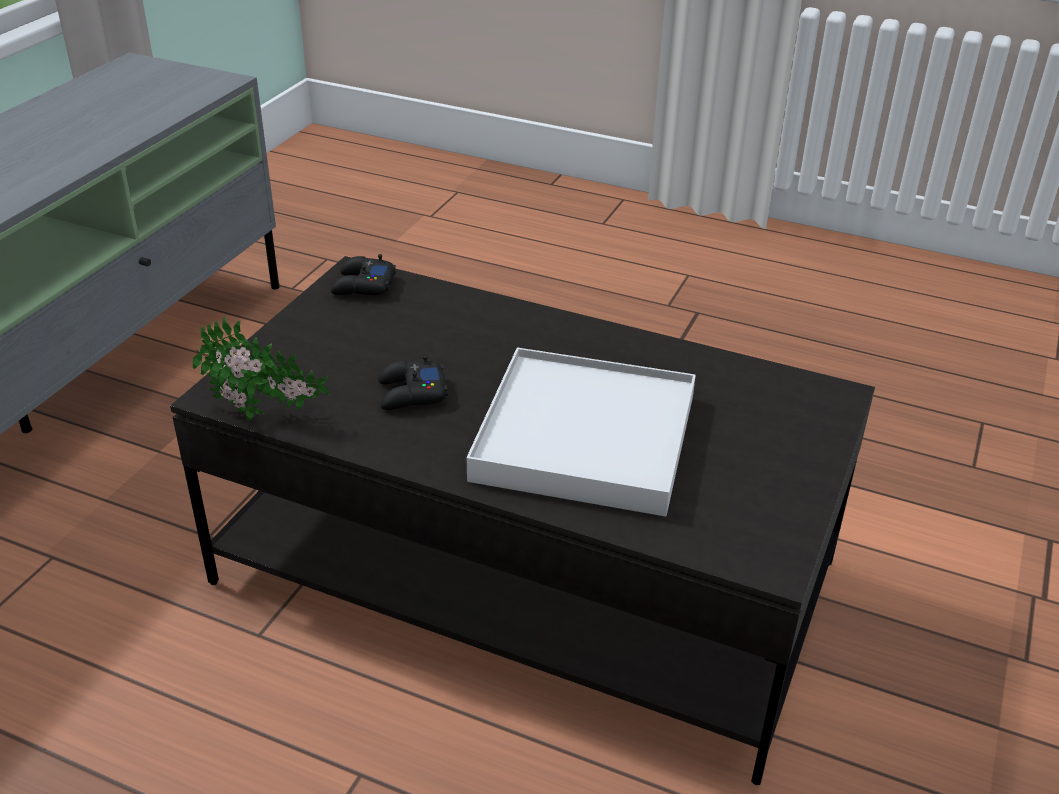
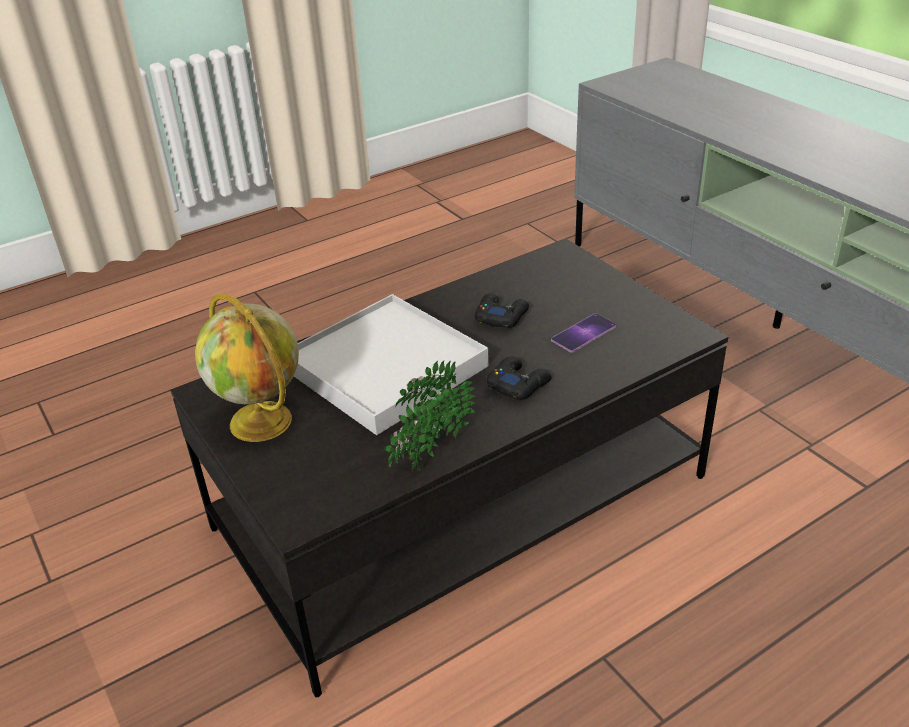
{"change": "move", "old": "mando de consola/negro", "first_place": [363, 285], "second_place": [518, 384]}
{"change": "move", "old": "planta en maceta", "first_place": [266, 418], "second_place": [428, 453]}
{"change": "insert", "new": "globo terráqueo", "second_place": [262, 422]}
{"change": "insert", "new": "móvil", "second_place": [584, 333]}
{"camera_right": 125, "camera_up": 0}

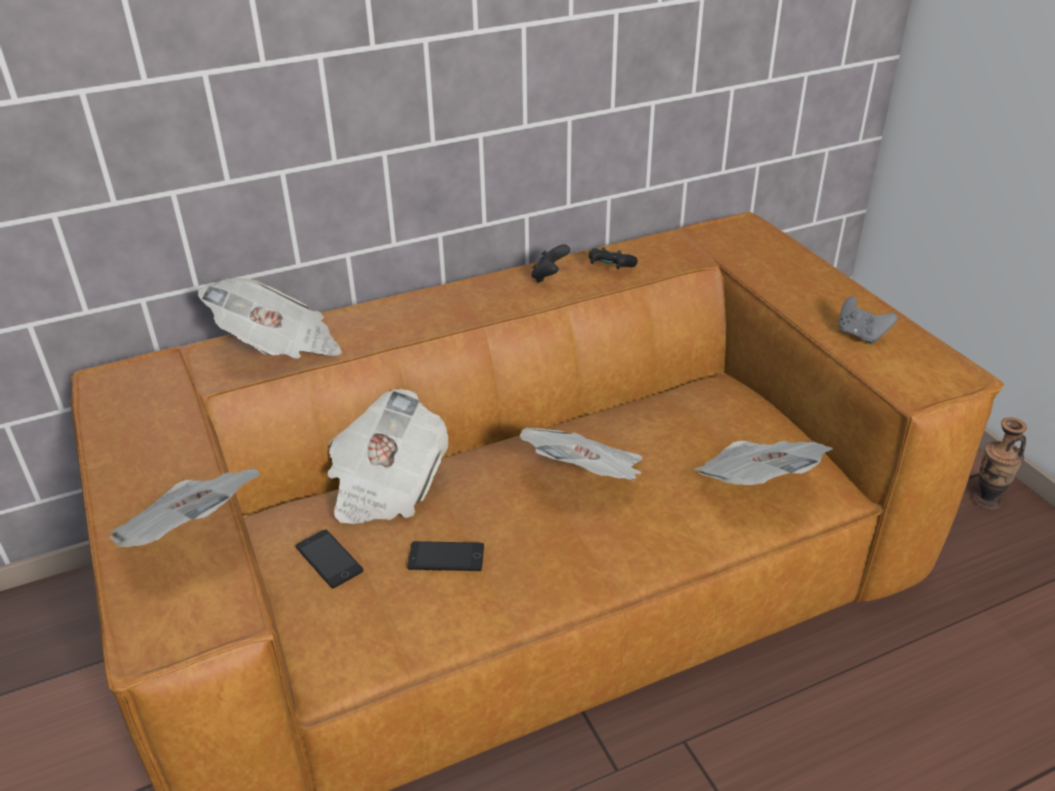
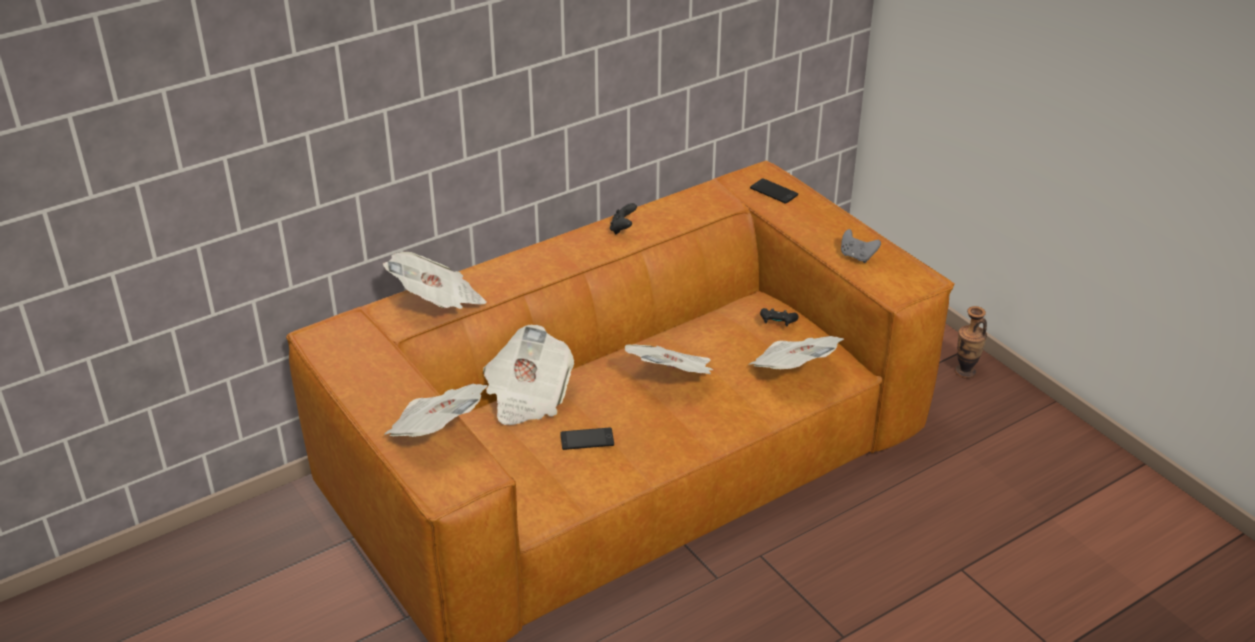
{"change": "move", "old": "mando de consola/negro", "first_place": [610, 268], "second_place": [777, 323]}
{"change": "move", "old": "móvil", "first_place": [329, 559], "second_place": [773, 191]}
{"camera_right": -10, "camera_up": 0}

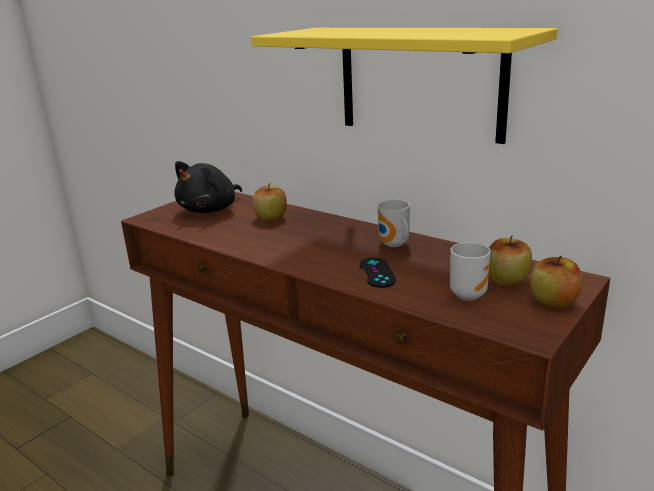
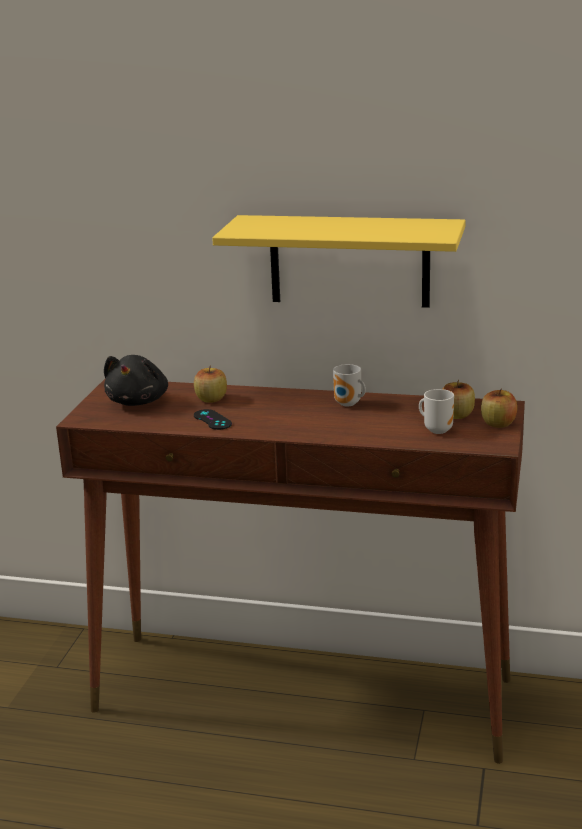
{"change": "move", "old": "mando de consola/negro", "first_place": [377, 273], "second_place": [212, 420]}
{"camera_right": -25, "camera_up": 0}

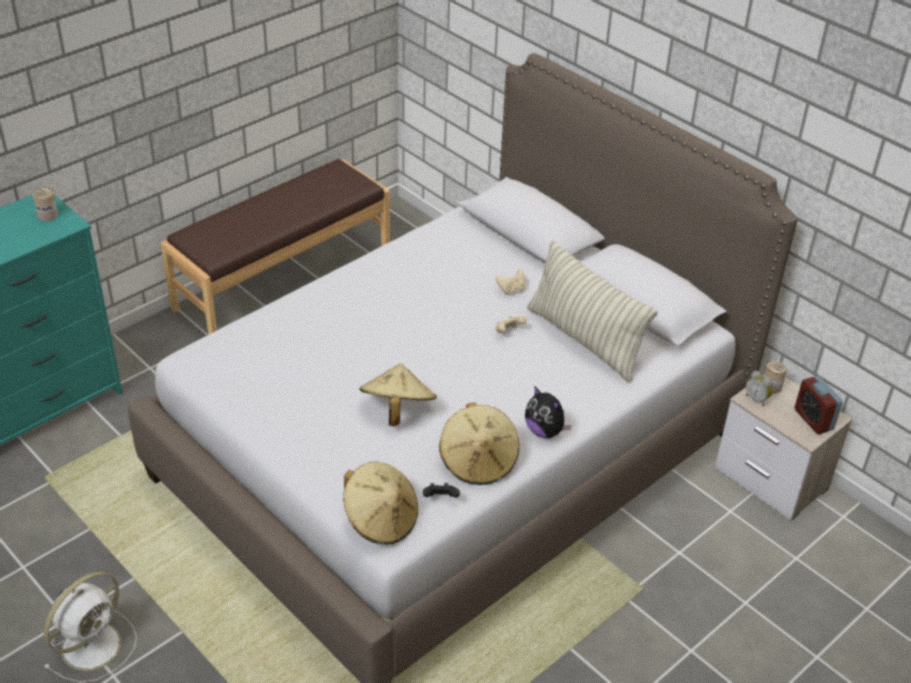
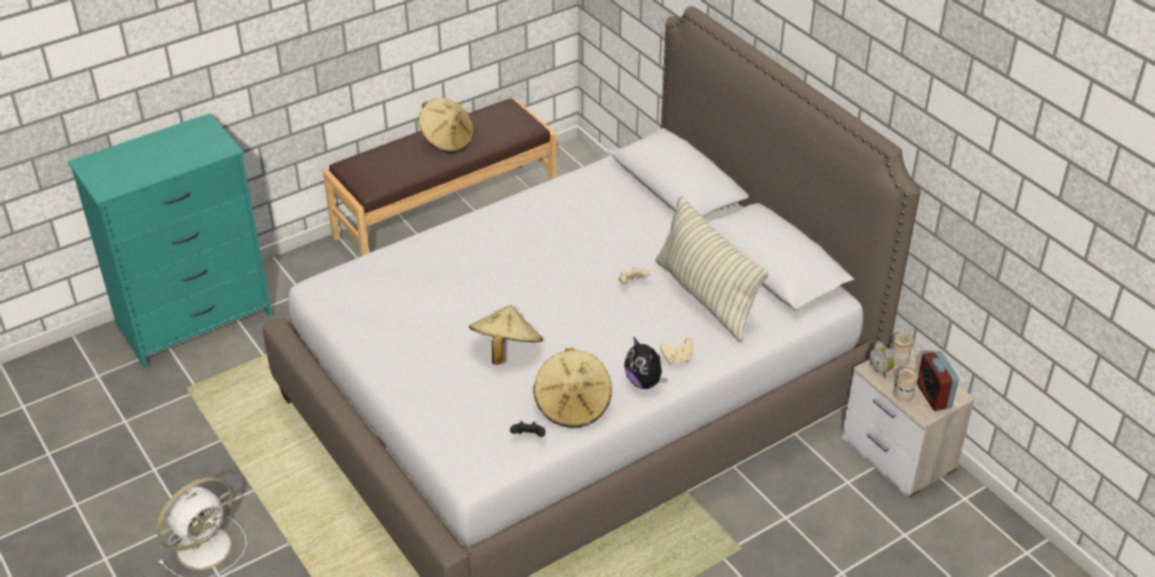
{"change": "move", "old": "lata", "first_place": [47, 215], "second_place": [903, 394]}
{"change": "move", "old": "mando de consola/beis", "first_place": [511, 289], "second_place": [677, 359]}
{"change": "move", "old": "sombrero/beis", "first_place": [381, 520], "second_place": [447, 140]}
{"camera_right": 10, "camera_up": 0}

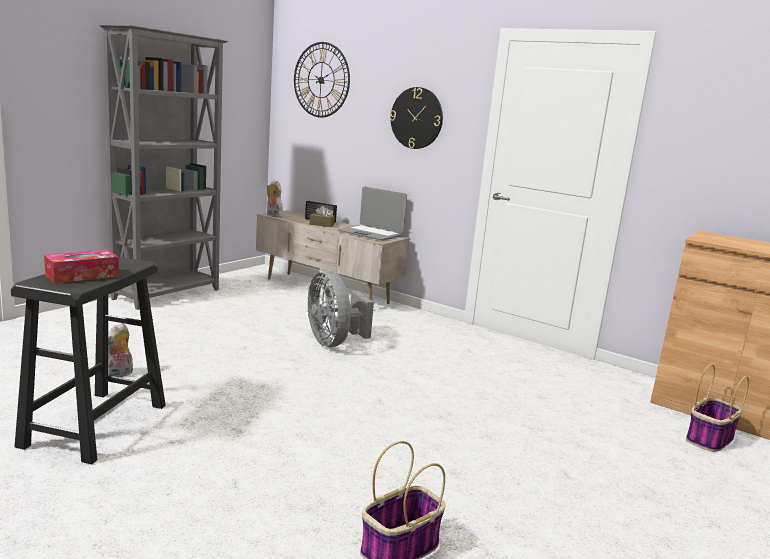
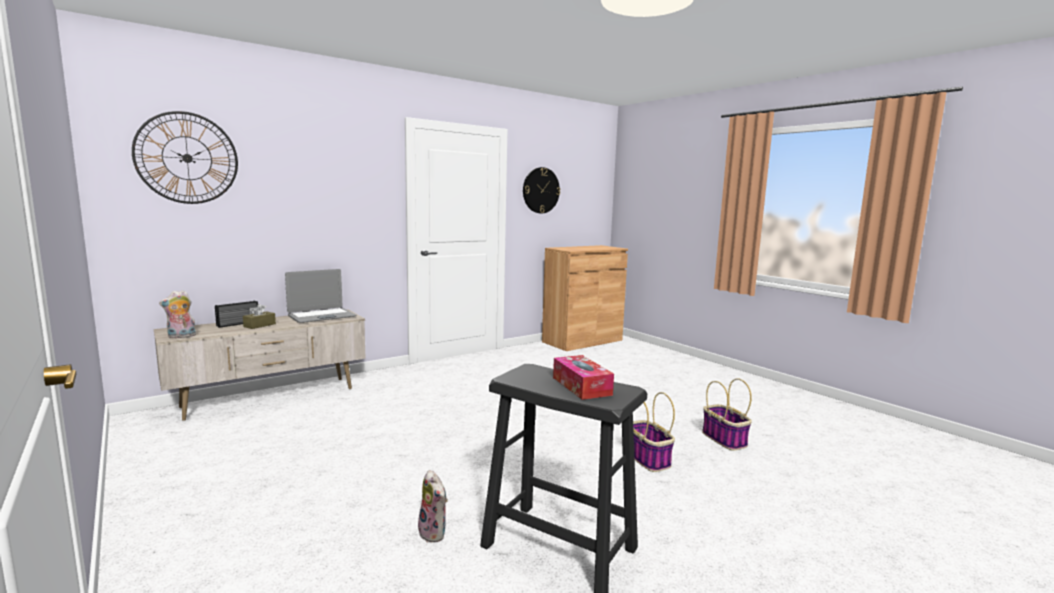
{"change": "delete", "old": "estantería/gris", "first_place": [168, 294]}
{"change": "move", "old": "reloj de pared", "first_place": [416, 118], "second_place": [541, 190]}
{"change": "delete", "old": "ventilador/gris", "first_place": [333, 342]}
{"change": "move", "old": "cesta", "first_place": [709, 439], "second_place": [648, 459]}
{"camera_right": -70, "camera_up": -5}

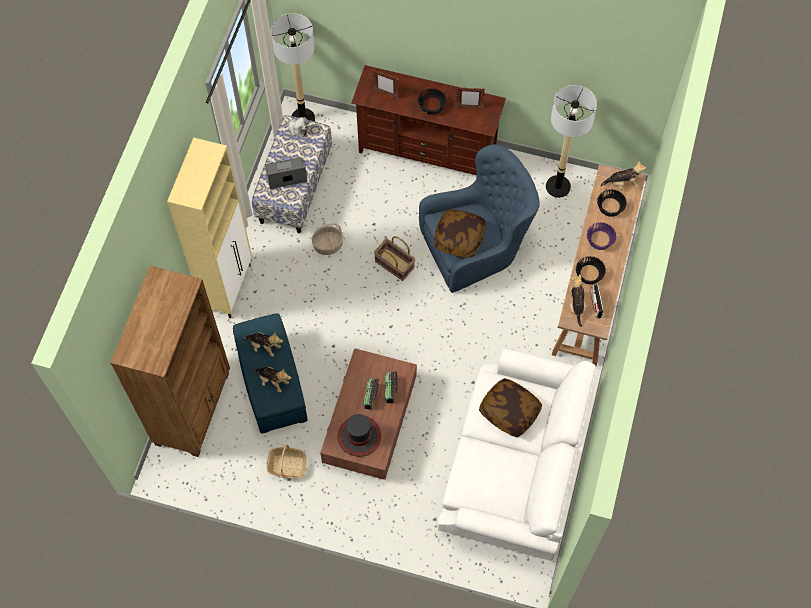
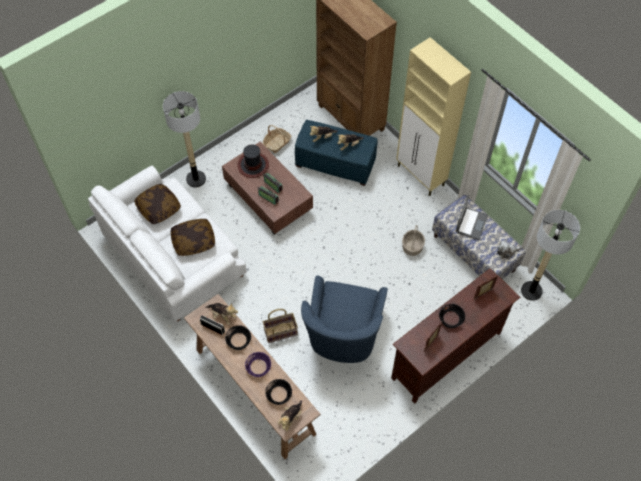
{"change": "move", "old": "lámpara de pie", "first_place": [558, 187], "second_place": [196, 179]}
{"change": "move", "old": "cojín", "first_place": [459, 238], "second_place": [158, 208]}
{"change": "move", "old": "cesta", "first_place": [394, 265], "second_place": [280, 331]}
{"camera_right": 125, "camera_up": -5}

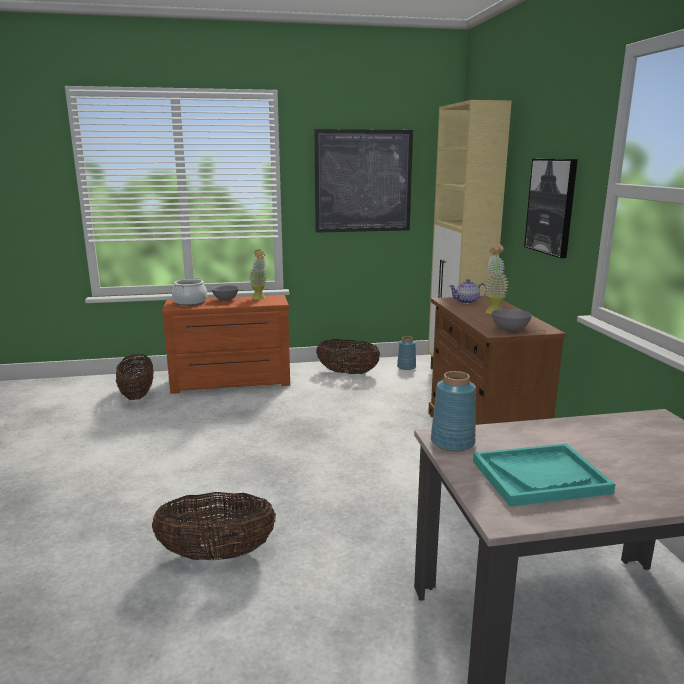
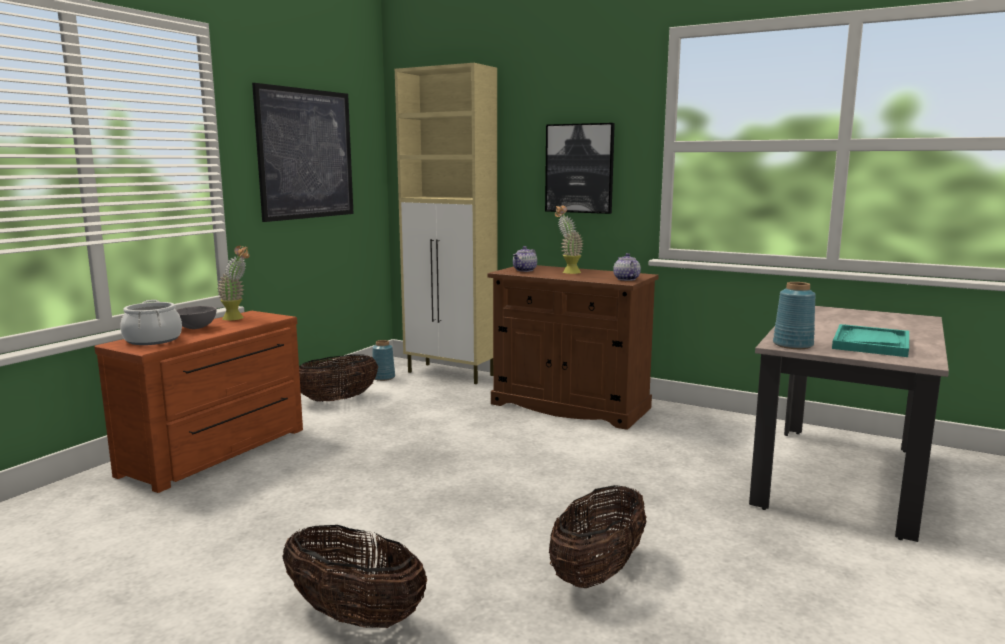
{"change": "replace", "old": "cuenco/gris", "new": "tetera", "first_place": [509, 330], "second_place": [626, 279]}
{"change": "move", "old": "cesta", "first_place": [137, 395], "second_place": [355, 616]}
{"camera_right": -50, "camera_up": -5}

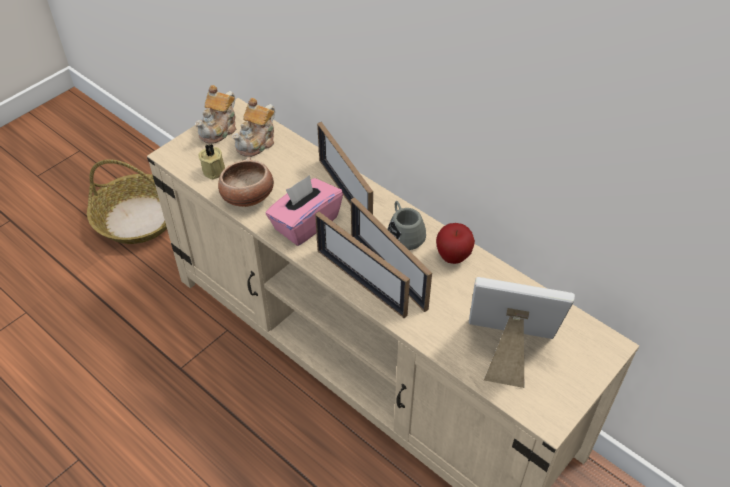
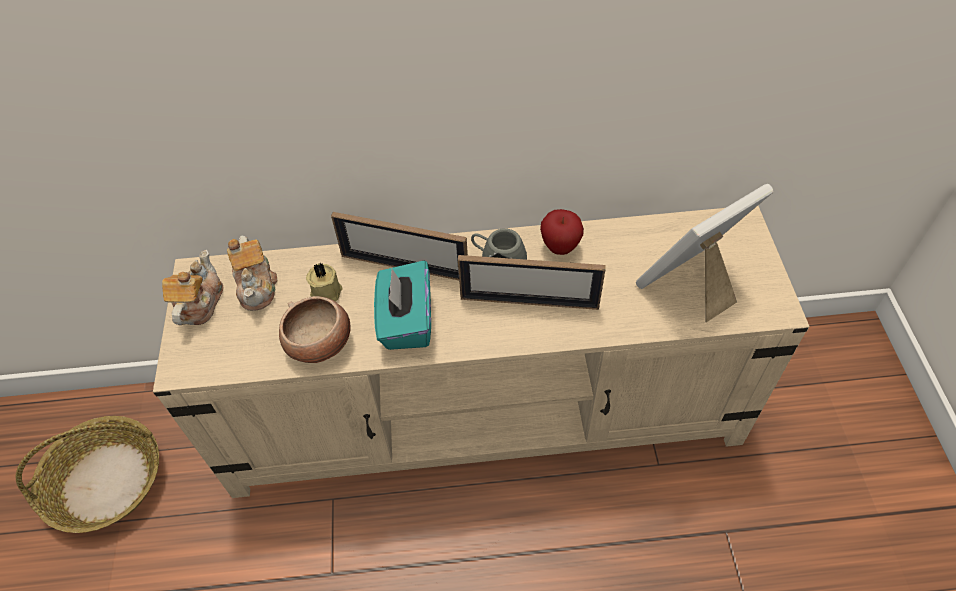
{"change": "rotate", "old": "tetera", "first_place": [219, 129], "second_place": [199, 303], "degrees": -150}
{"change": "move", "old": "vela/beis", "first_place": [214, 170], "second_place": [326, 290]}
{"change": "recolor", "old": "caja de pañuelos/rosa", "new": "caja de pañuelos/turquesa", "first_place": [305, 223], "second_place": [406, 322]}
{"change": "delete", "old": "portarretratos", "first_place": [361, 282]}
{"camera_right": -45, "camera_up": 5}

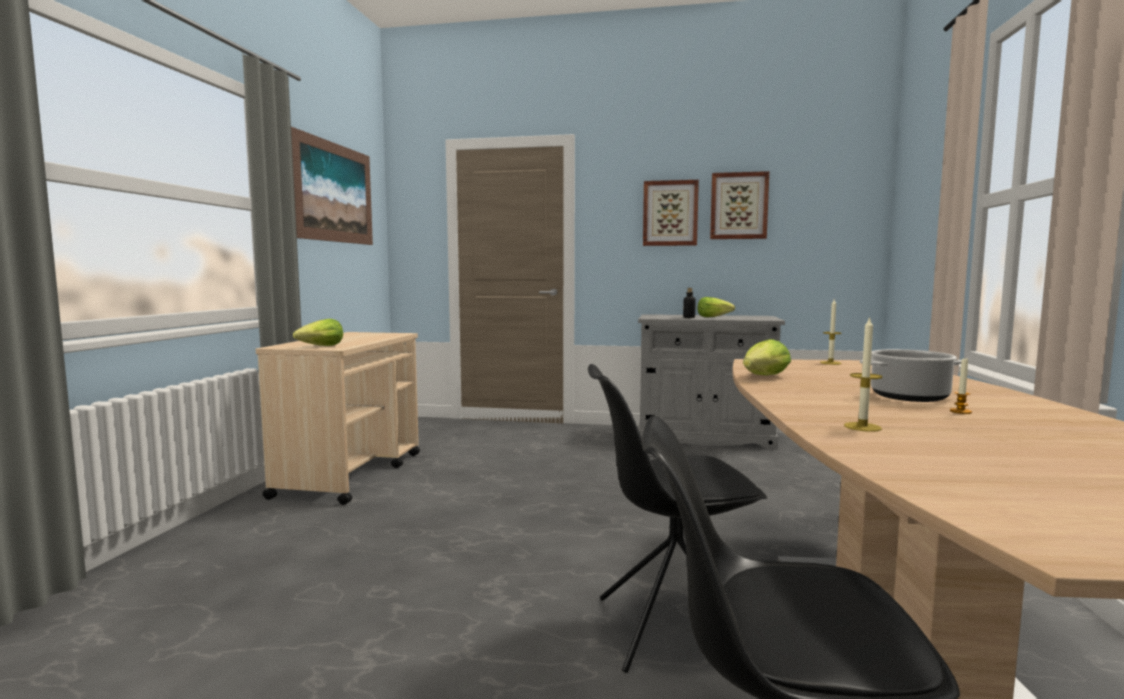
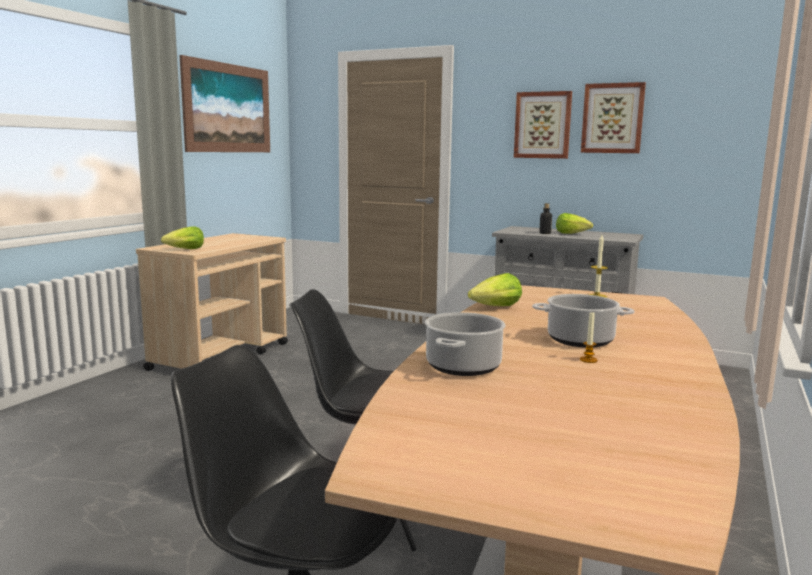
{"change": "replace", "old": "vela", "new": "olla", "first_place": [862, 427], "second_place": [463, 366]}
{"camera_right": 15, "camera_up": 5}

